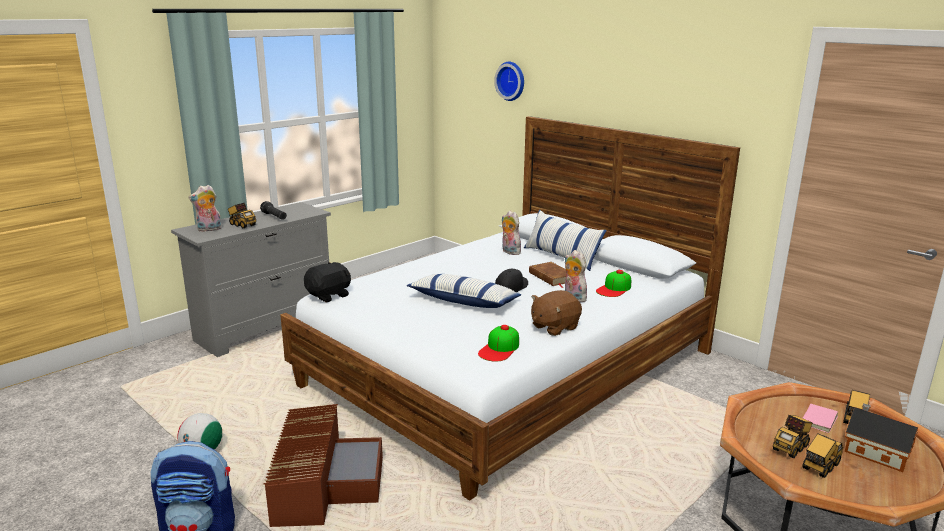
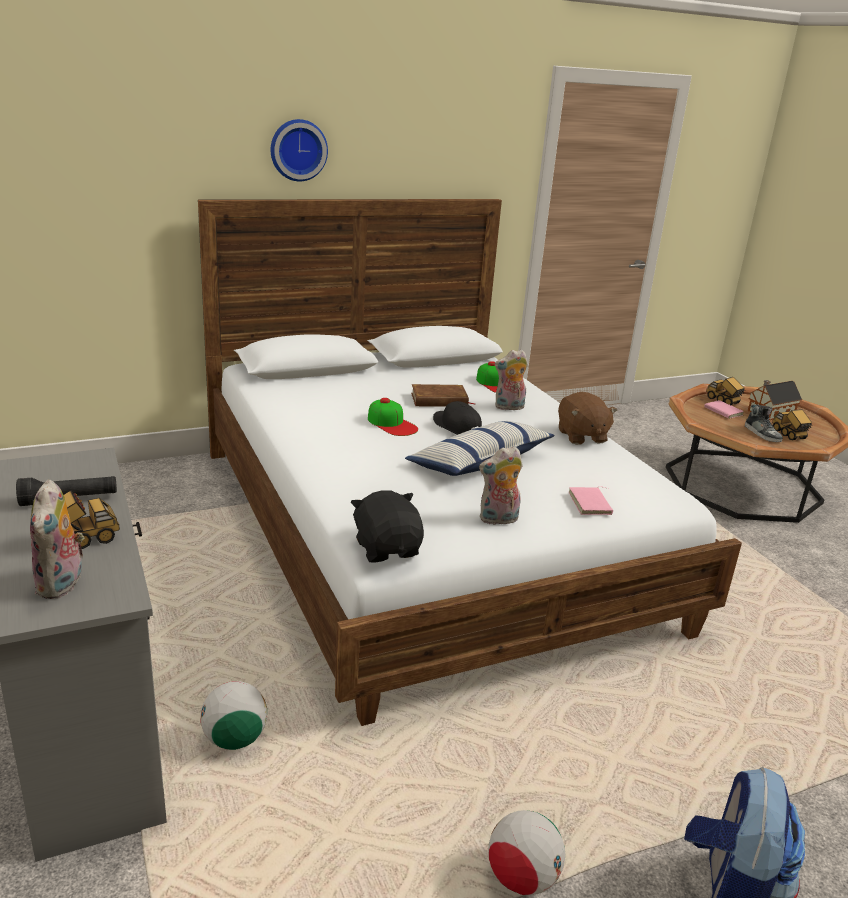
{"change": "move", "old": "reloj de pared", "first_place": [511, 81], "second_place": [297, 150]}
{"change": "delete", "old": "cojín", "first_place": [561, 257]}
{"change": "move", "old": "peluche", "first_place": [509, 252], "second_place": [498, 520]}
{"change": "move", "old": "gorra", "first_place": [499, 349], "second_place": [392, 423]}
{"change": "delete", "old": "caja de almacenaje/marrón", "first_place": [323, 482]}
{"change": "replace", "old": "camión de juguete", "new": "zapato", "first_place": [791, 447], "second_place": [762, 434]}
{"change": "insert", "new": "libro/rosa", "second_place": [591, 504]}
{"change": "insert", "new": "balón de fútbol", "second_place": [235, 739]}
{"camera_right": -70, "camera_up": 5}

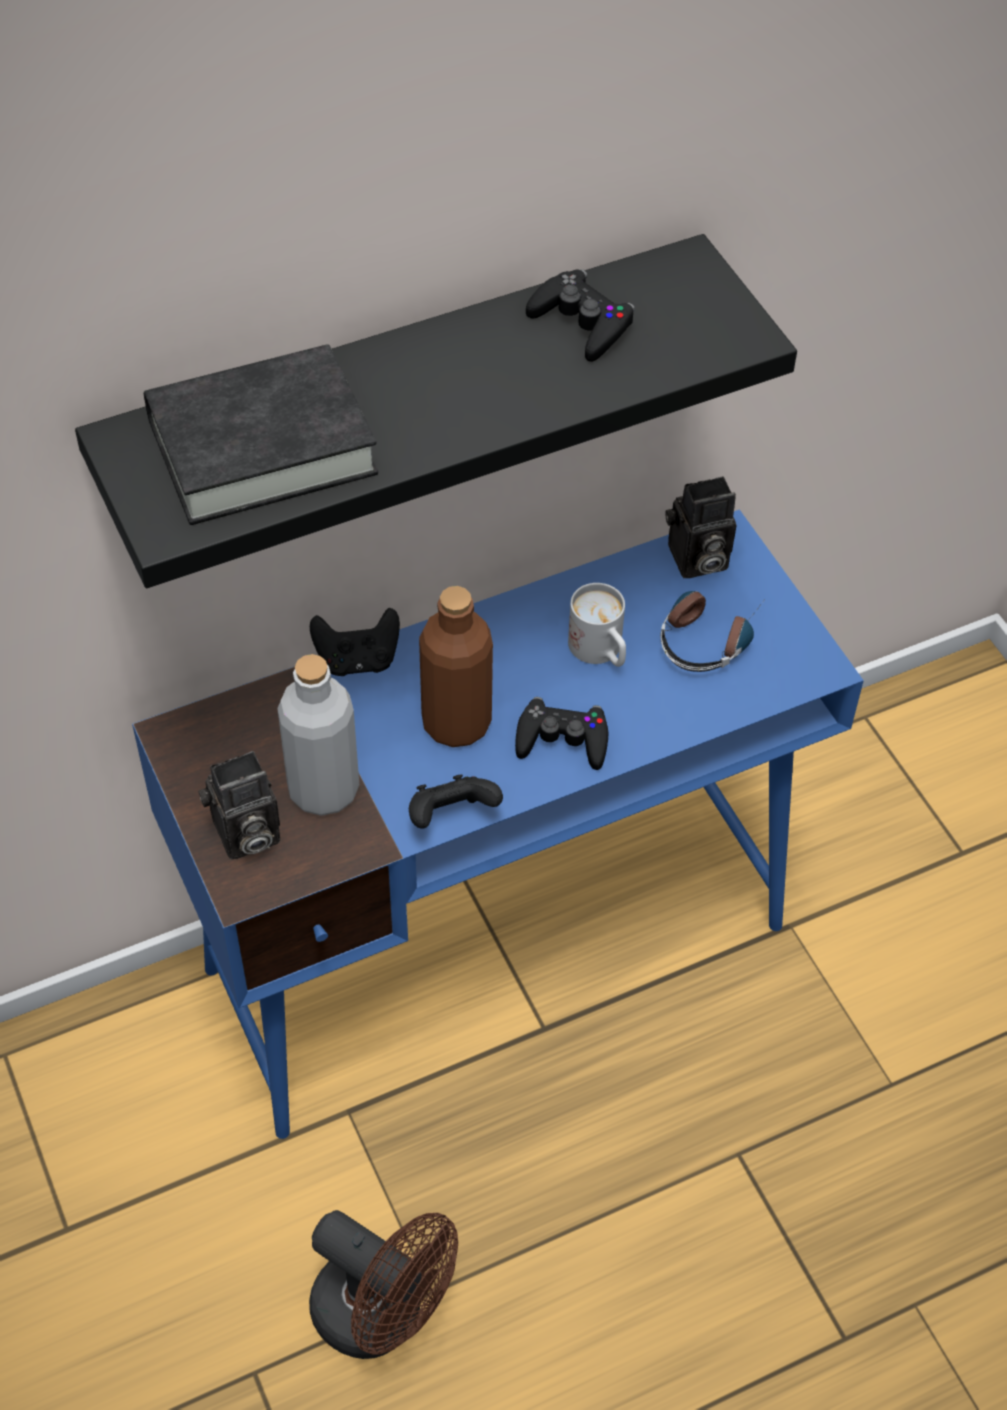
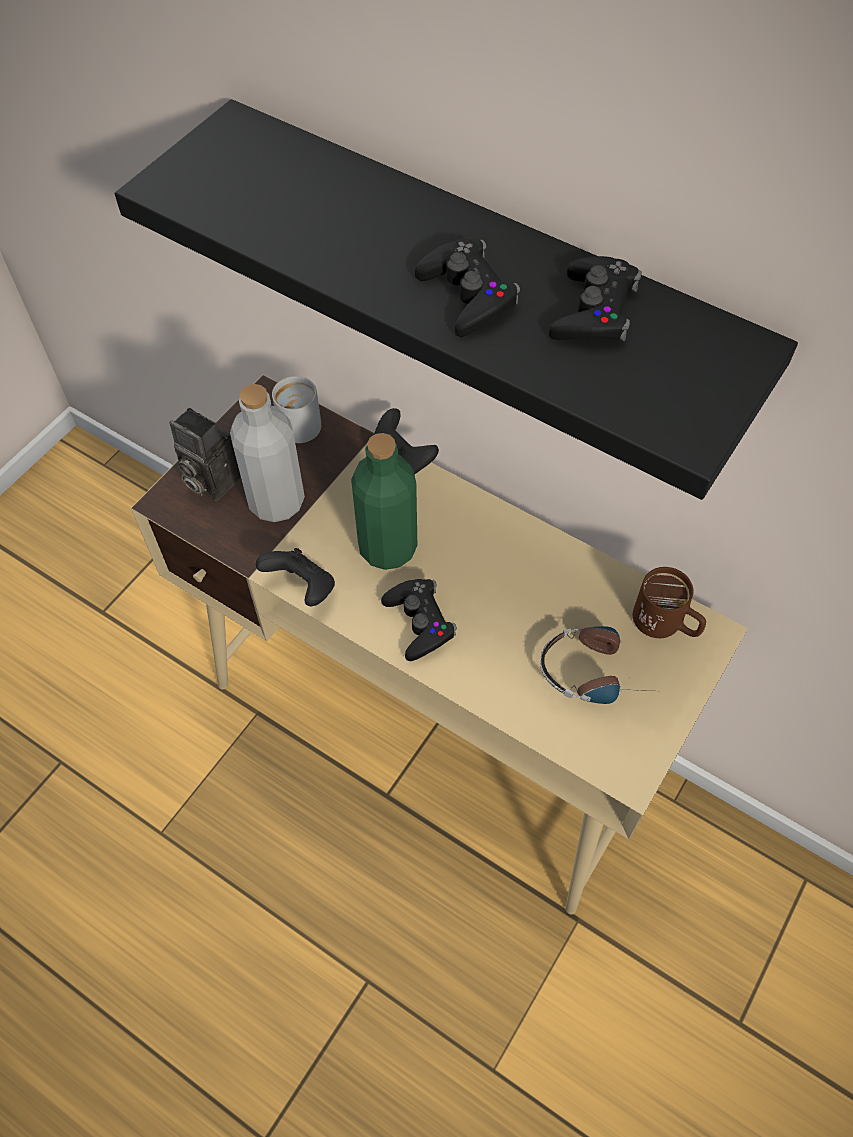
{"change": "delete", "old": "libro/negro", "first_place": [262, 446]}
{"change": "replace", "old": "cámara", "new": "taza grande/marrón", "first_place": [696, 561], "second_place": [666, 624]}
{"change": "recolor", "old": "escritorio/azul", "new": "escritorio/beis", "first_place": [499, 945], "second_place": [430, 732]}
{"change": "move", "old": "taza grande/blanco", "first_place": [601, 652], "second_place": [294, 433]}
{"change": "recolor", "old": "botella/marrón", "new": "botella/verde", "first_place": [456, 722], "second_place": [387, 547]}
{"change": "delete", "old": "ventilador/marrón", "first_place": [382, 1315]}
{"change": "insert", "new": "mando de consola/negro", "second_place": [467, 295]}
{"camera_right": 60, "camera_up": 5}

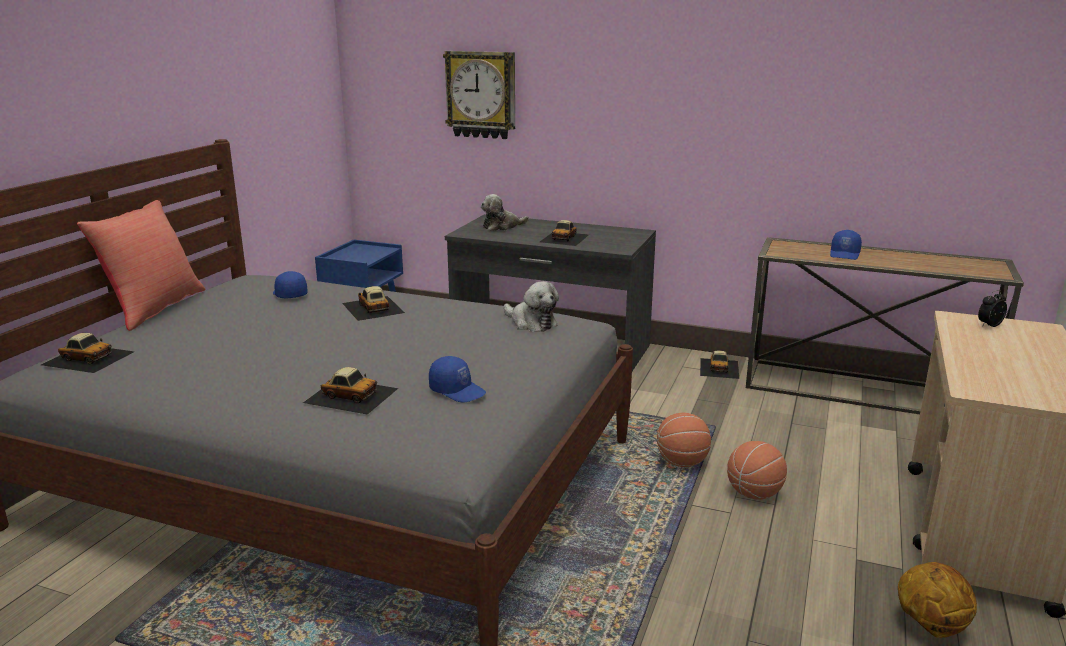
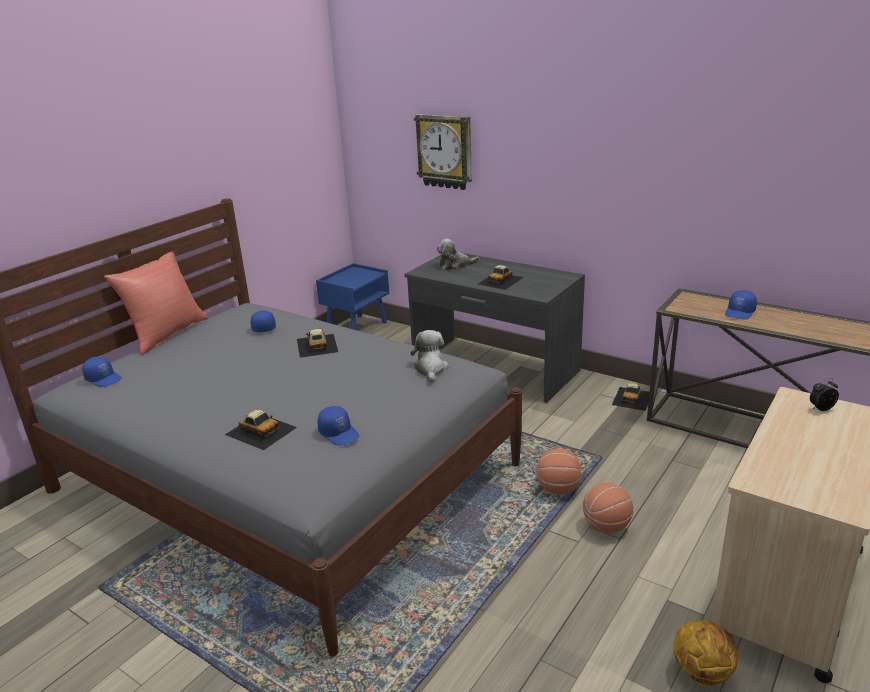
{"change": "rotate", "old": "peluche", "first_place": [531, 323], "second_place": [430, 369], "degrees": -150}
{"change": "replace", "old": "coche de juguete", "new": "gorra/azul", "first_place": [88, 358], "second_place": [104, 379]}
{"camera_right": 15, "camera_up": 5}

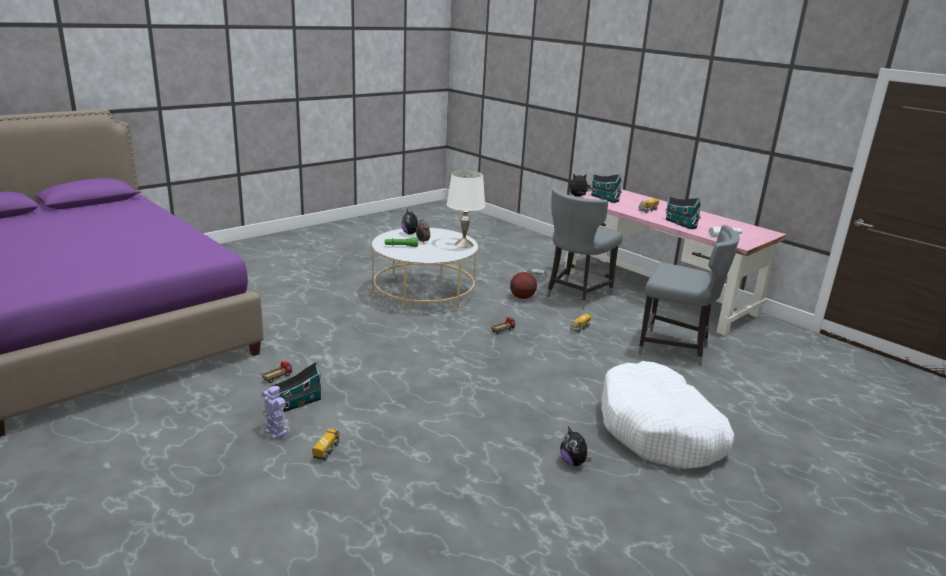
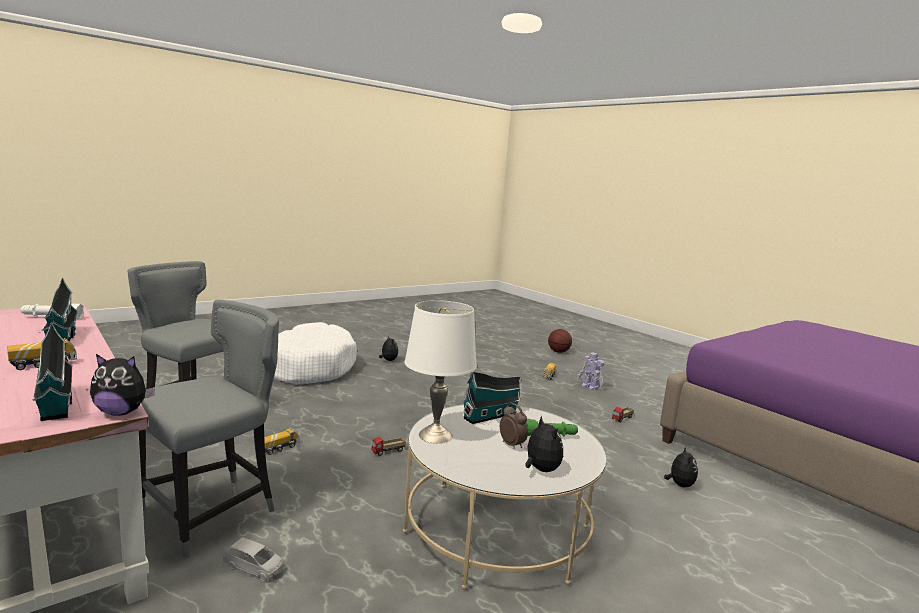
{"change": "move", "old": "balón de baloncesto", "first_place": [522, 297], "second_place": [558, 352]}
{"change": "move", "old": "casita", "first_place": [296, 404], "second_place": [491, 415]}
{"change": "insert", "new": "peluche", "second_place": [679, 485]}
{"camera_right": -175, "camera_up": -10}

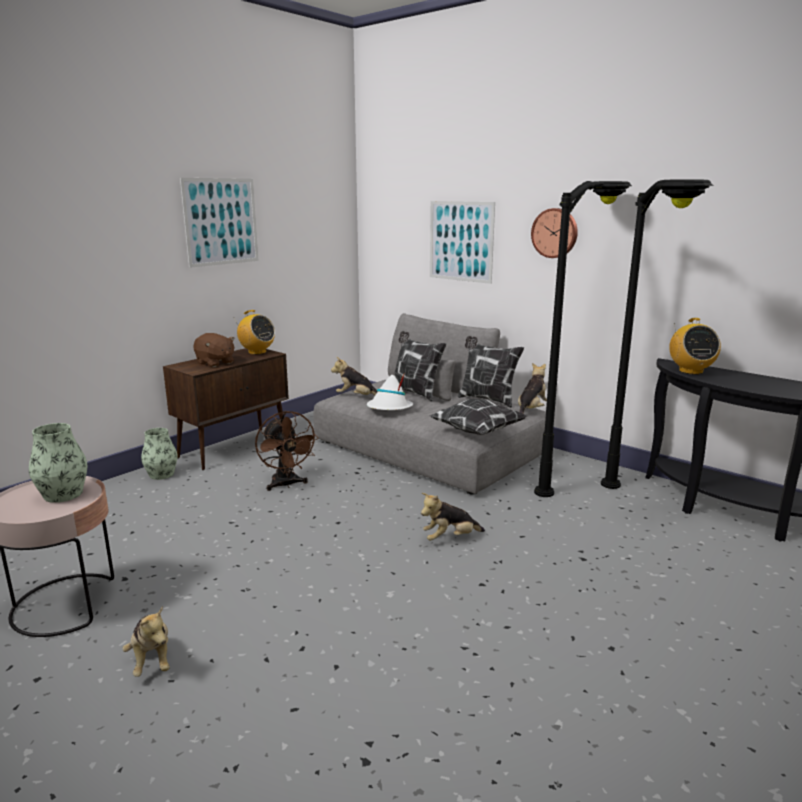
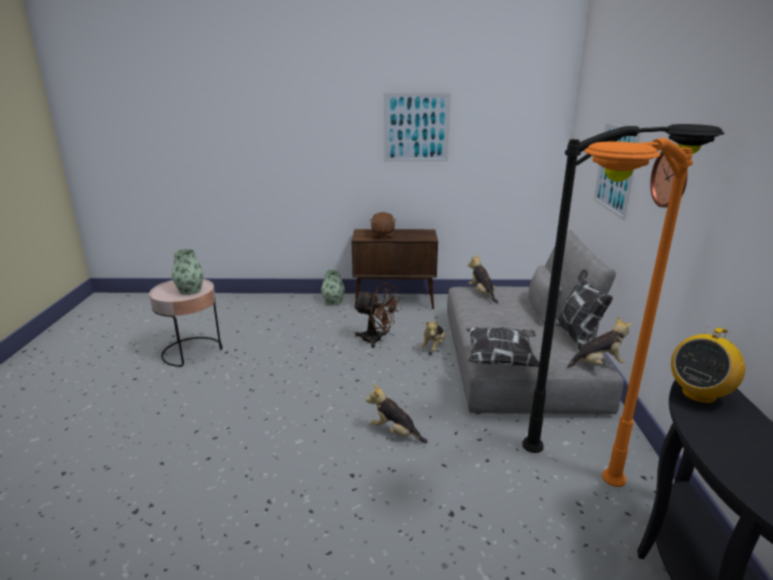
{"change": "recolor", "old": "lámpara de pie/negro", "new": "lámpara de pie/naranja", "first_place": [630, 514], "second_place": [574, 514]}
{"change": "delete", "old": "radio", "first_place": [257, 352]}
{"change": "delete", "old": "cojín", "first_place": [415, 393]}
{"change": "delete", "old": "sombrero/blanco", "first_place": [389, 408]}
{"change": "rotate", "old": "ventilador/marrón", "first_place": [286, 485], "second_place": [377, 340], "degrees": -90}
{"change": "move", "old": "peluche", "first_place": [152, 660], "second_place": [433, 347]}
{"camera_right": 50, "camera_up": 5}

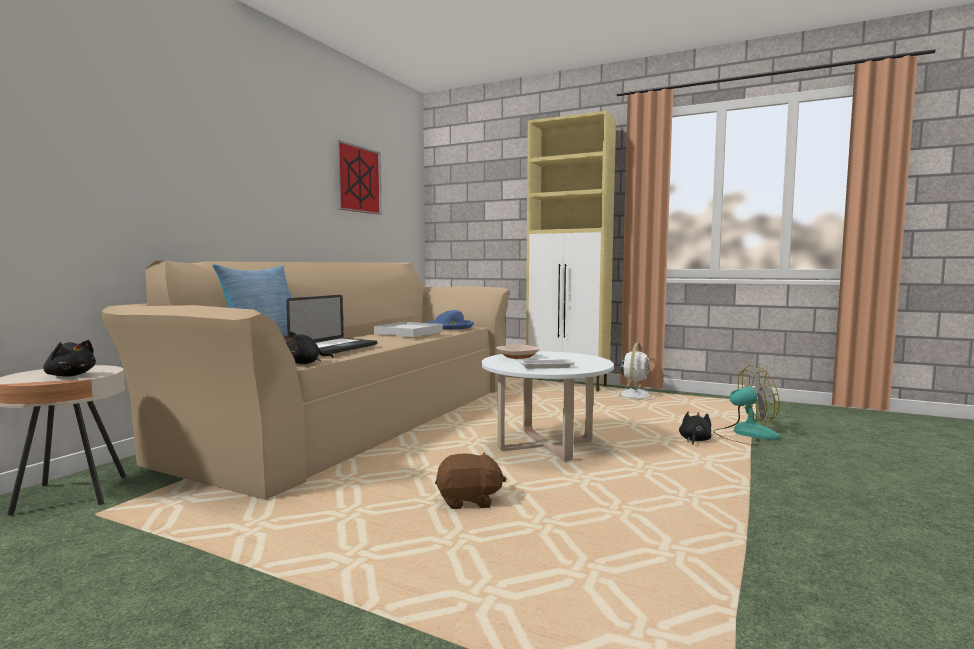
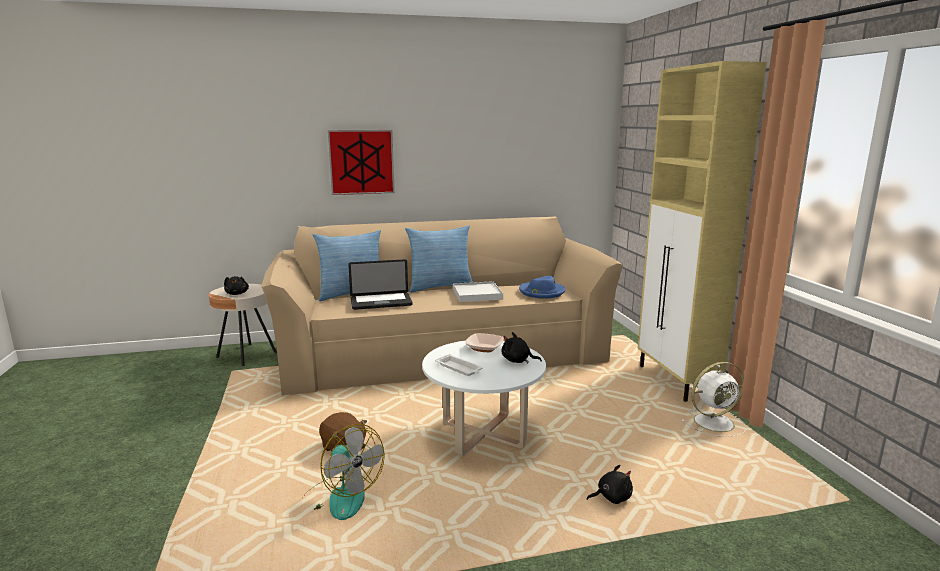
{"change": "move", "old": "cuadro", "first_place": [358, 179], "second_place": [361, 162]}
{"change": "move", "old": "peluche/negro", "first_place": [305, 363], "second_place": [517, 361]}
{"change": "move", "old": "ventilador", "first_place": [745, 434], "second_place": [340, 497]}
{"change": "insert", "new": "cojín", "second_place": [440, 287]}
{"camera_right": 50, "camera_up": 10}

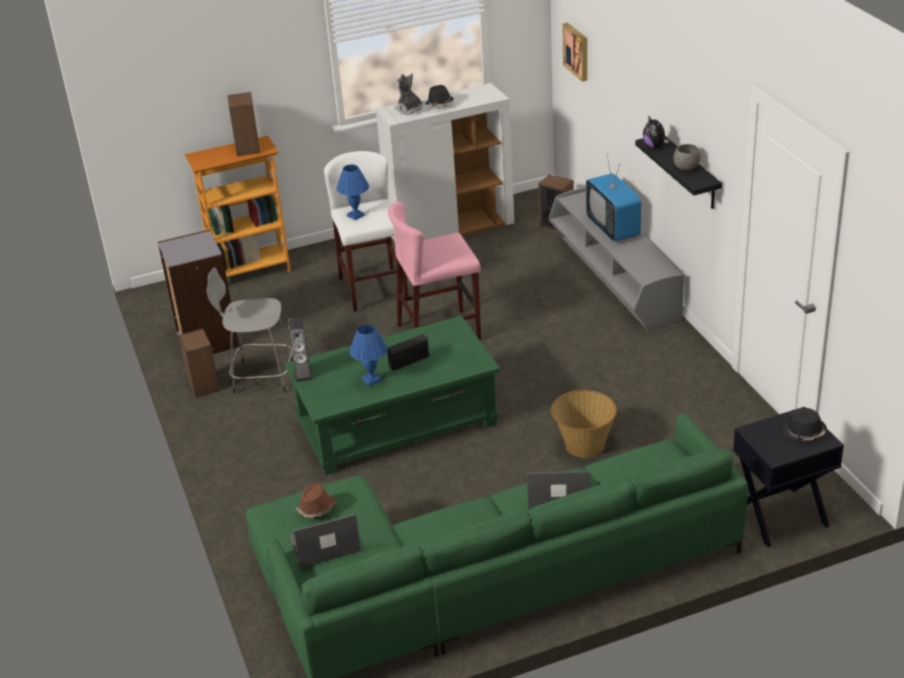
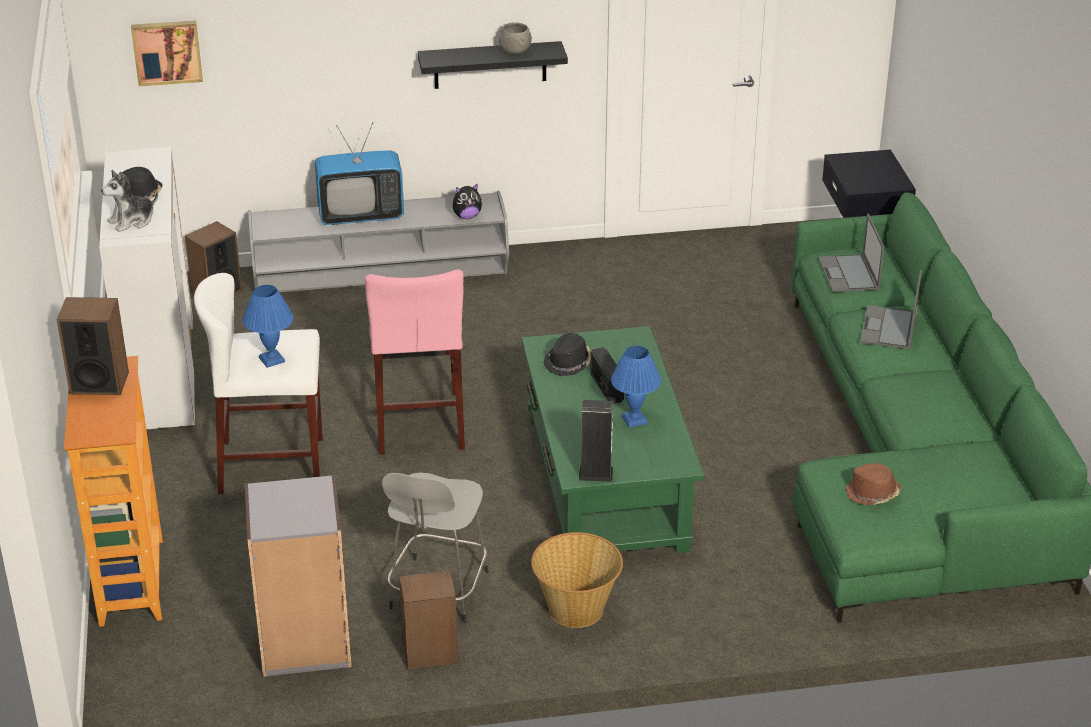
{"change": "move", "old": "peluche", "first_place": [655, 146], "second_place": [467, 216]}
{"change": "move", "old": "cesta", "first_place": [584, 445], "second_place": [576, 610]}
{"change": "move", "old": "sombrero/negro", "first_place": [803, 432], "second_place": [568, 363]}
{"change": "move", "old": "portátil", "first_place": [324, 544], "second_place": [849, 274]}
{"camera_right": -80, "camera_up": 0}

